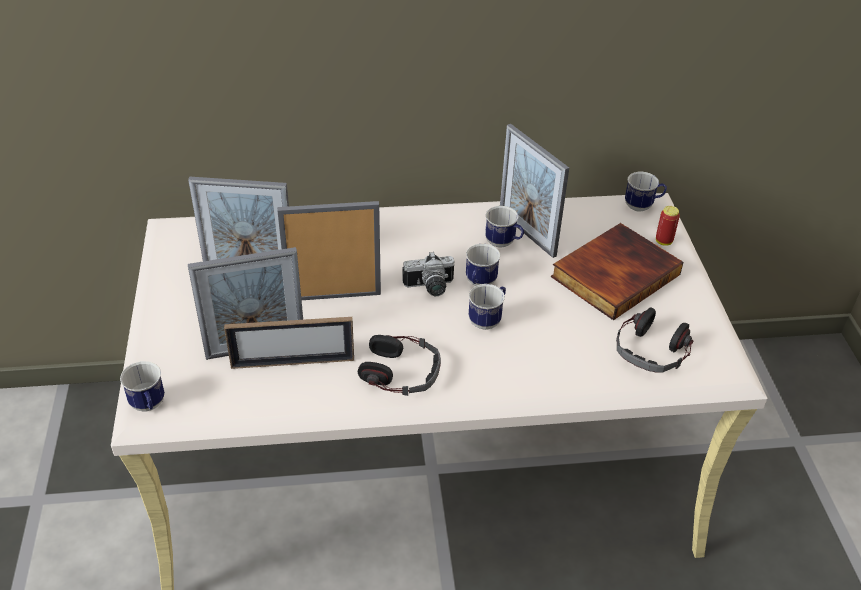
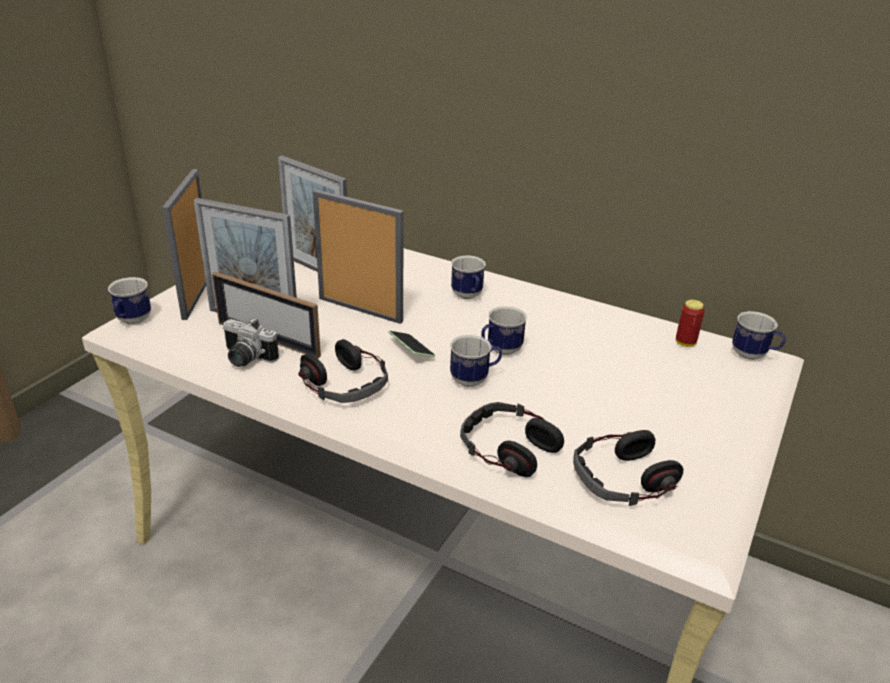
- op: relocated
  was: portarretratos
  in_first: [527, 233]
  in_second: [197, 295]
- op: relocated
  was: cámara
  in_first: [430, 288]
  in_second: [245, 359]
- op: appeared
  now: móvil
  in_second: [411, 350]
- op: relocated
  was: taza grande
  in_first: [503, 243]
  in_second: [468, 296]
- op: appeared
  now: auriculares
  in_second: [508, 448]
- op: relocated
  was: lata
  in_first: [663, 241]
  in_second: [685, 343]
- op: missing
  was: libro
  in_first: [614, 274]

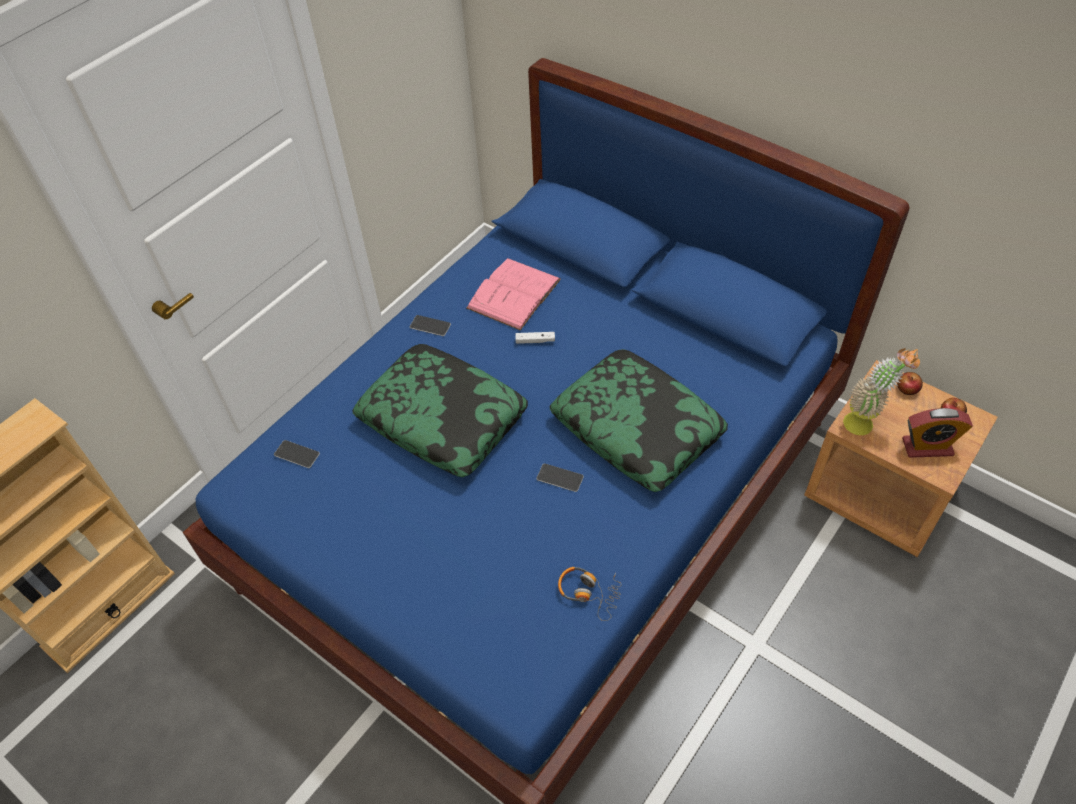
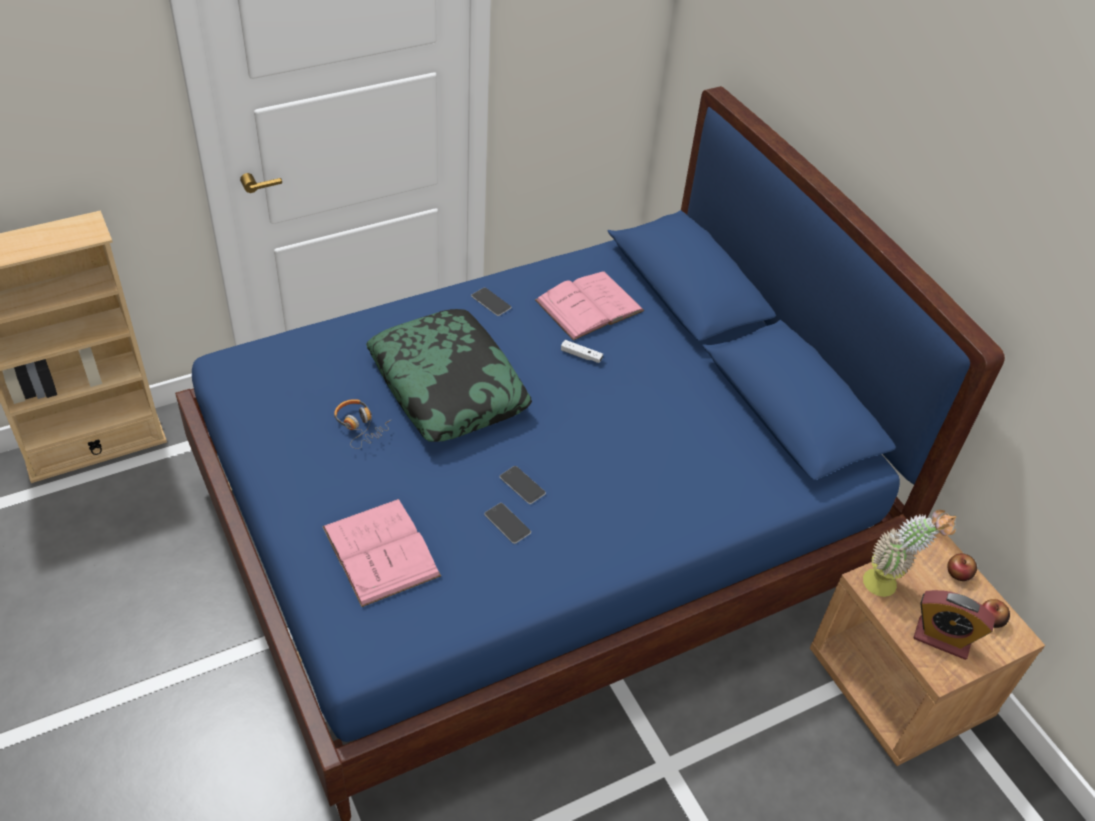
- op: appeared
  now: libro [rosa]
  in_second: [380, 551]
- op: relocated
  was: auriculares
  in_first: [589, 593]
  in_second: [359, 427]
- op: relocated
  was: móvil
  in_first: [296, 454]
  in_second: [507, 523]
- op: missing
  was: cojín
  in_first: [637, 428]

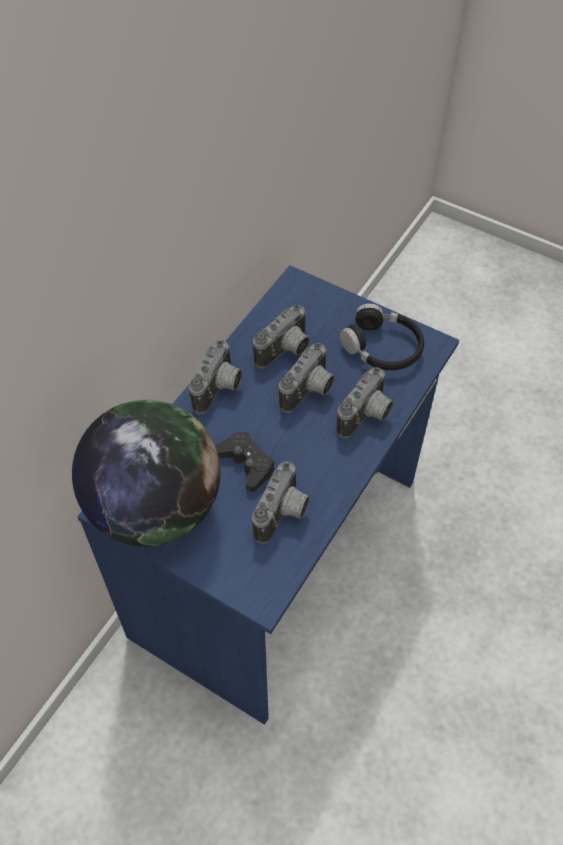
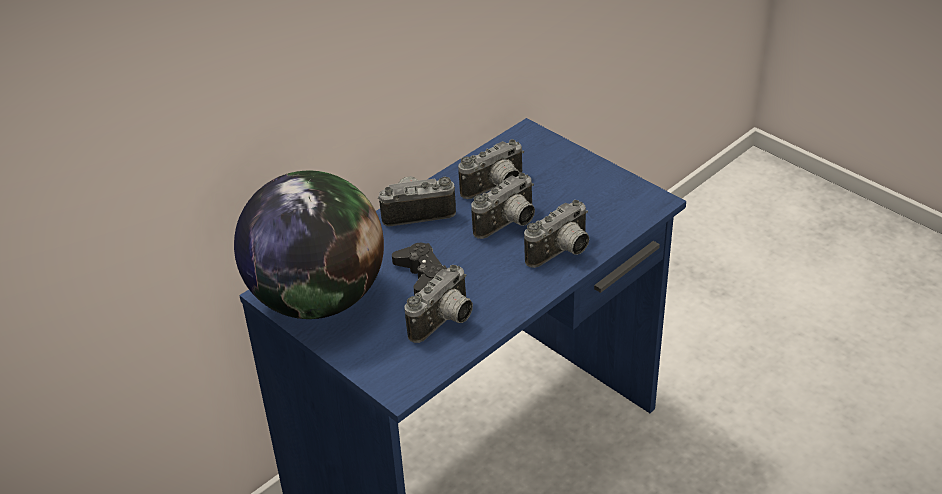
- op: spun
  was: cámara
  in_first: [220, 390]
  in_second: [417, 211]
  clockwise: -135
- op: missing
  was: auriculares [negro]
  in_first: [382, 347]

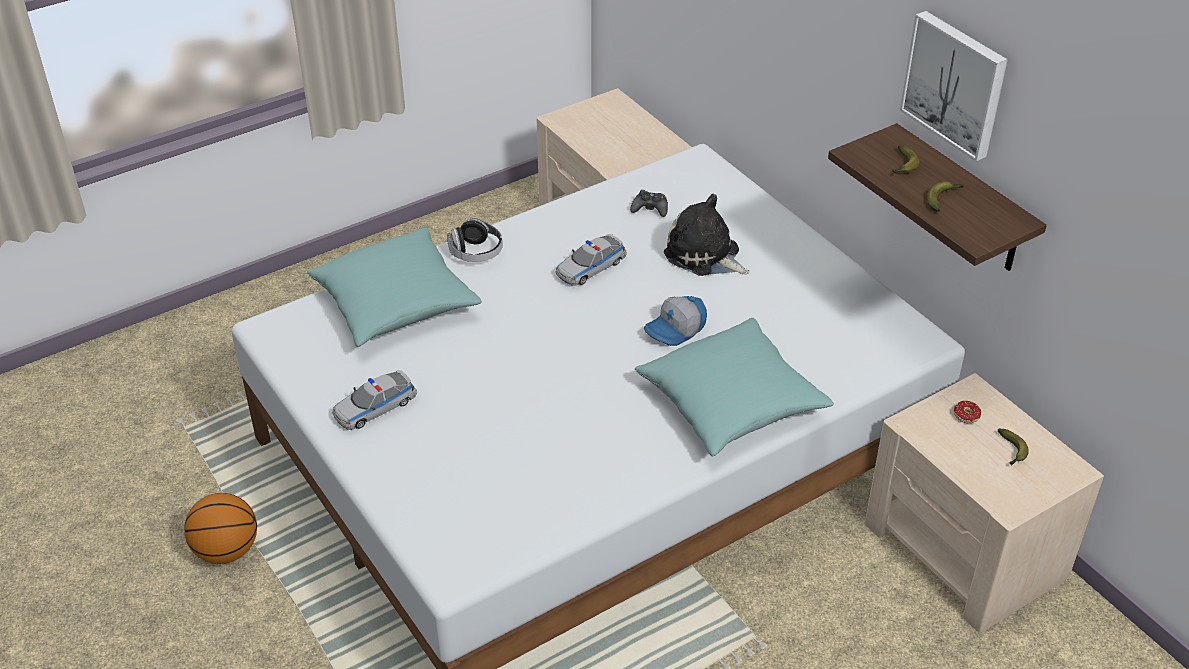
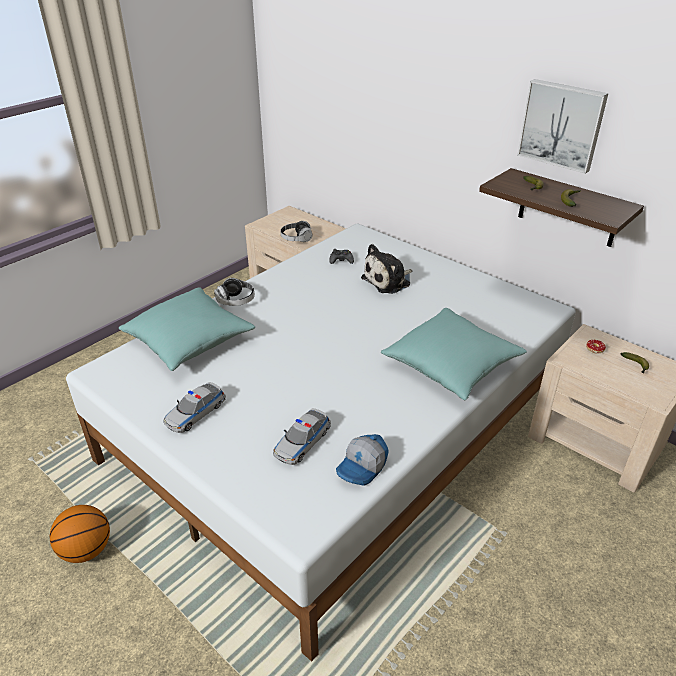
- op: relocated
  was: coche de juguete
  in_first: [591, 267]
  in_second: [302, 442]
- op: appeared
  now: auriculares
  in_second: [296, 239]
- op: relocated
  was: gorra
  in_first: [676, 330]
  in_second: [363, 467]
- op: spun
  was: peluche
  in_first: [705, 256]
  in_second: [388, 281]
  clockwise: -60

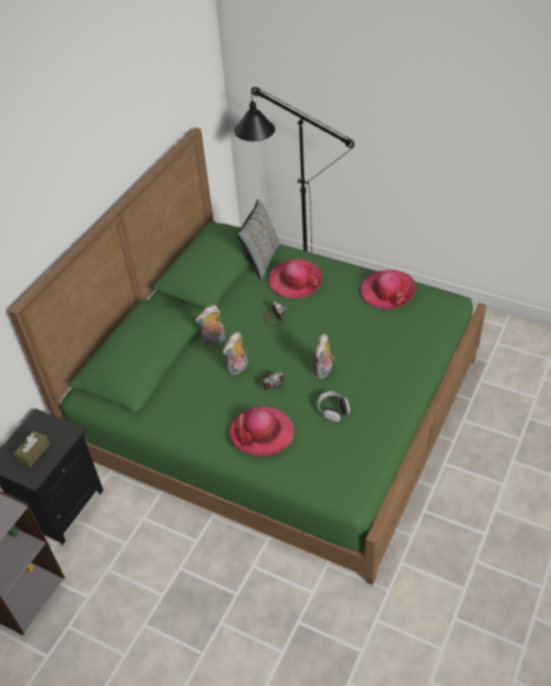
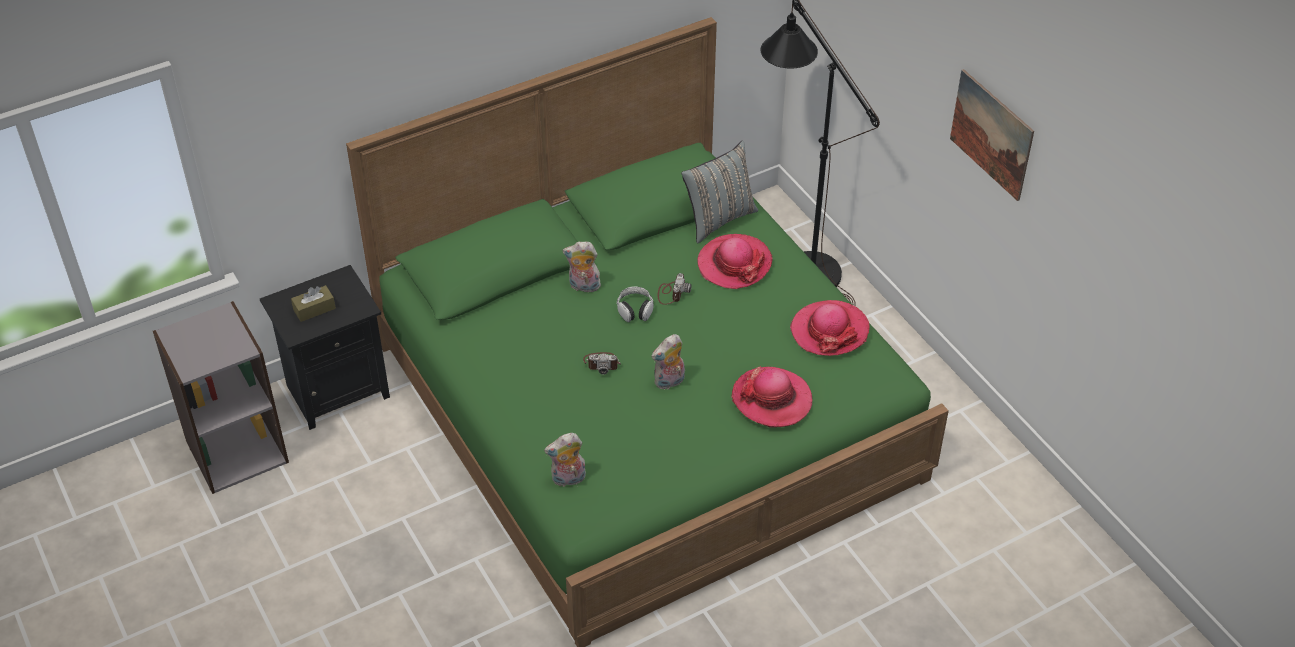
- op: relocated
  was: peluche
  in_first: [238, 369]
  in_second: [568, 479]
- op: relocated
  was: auriculares
  in_first: [333, 410]
  in_second: [635, 310]
- op: relocated
  was: sombrero
  in_first: [262, 433]
  in_second: [772, 399]
- op: appeared
  now: cuadro
  in_second: [991, 134]

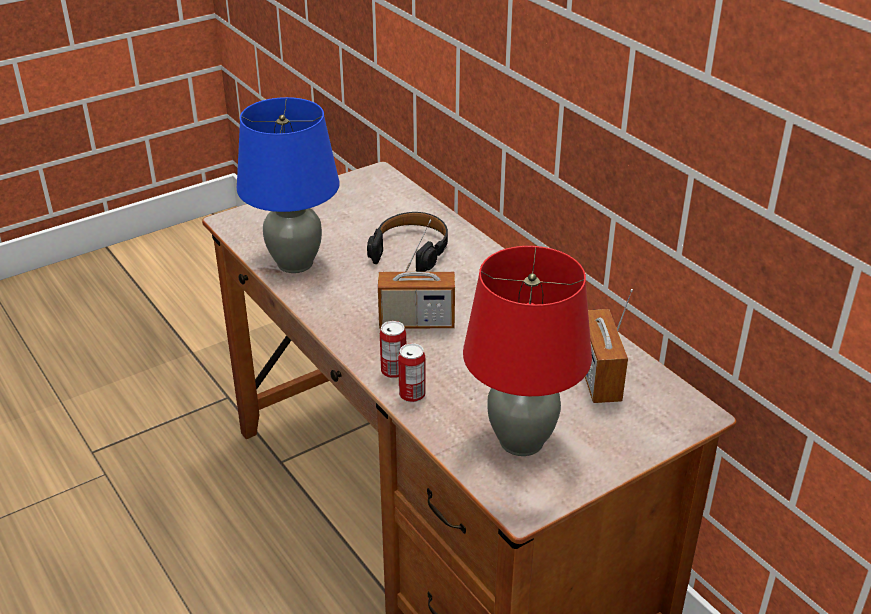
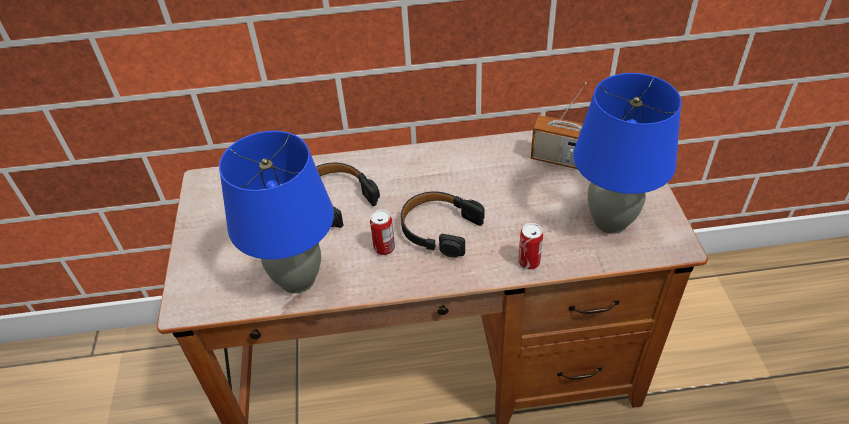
- op: relocated
  was: lata
  in_first: [393, 371]
  in_second: [384, 248]
- op: exchanged
  was: radio
  now: auriculares [negro]
  in_first: [416, 322]
  in_second: [439, 229]
- op: colour
  was: lámpara de mesa [rojo]
  now: lámpara de mesa [azul]
  in_first: [521, 441]
  in_second: [611, 221]

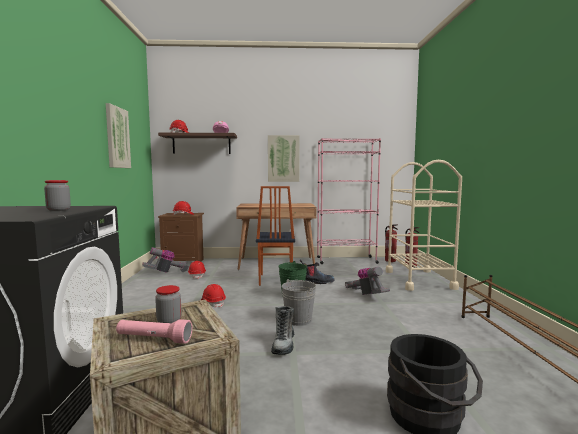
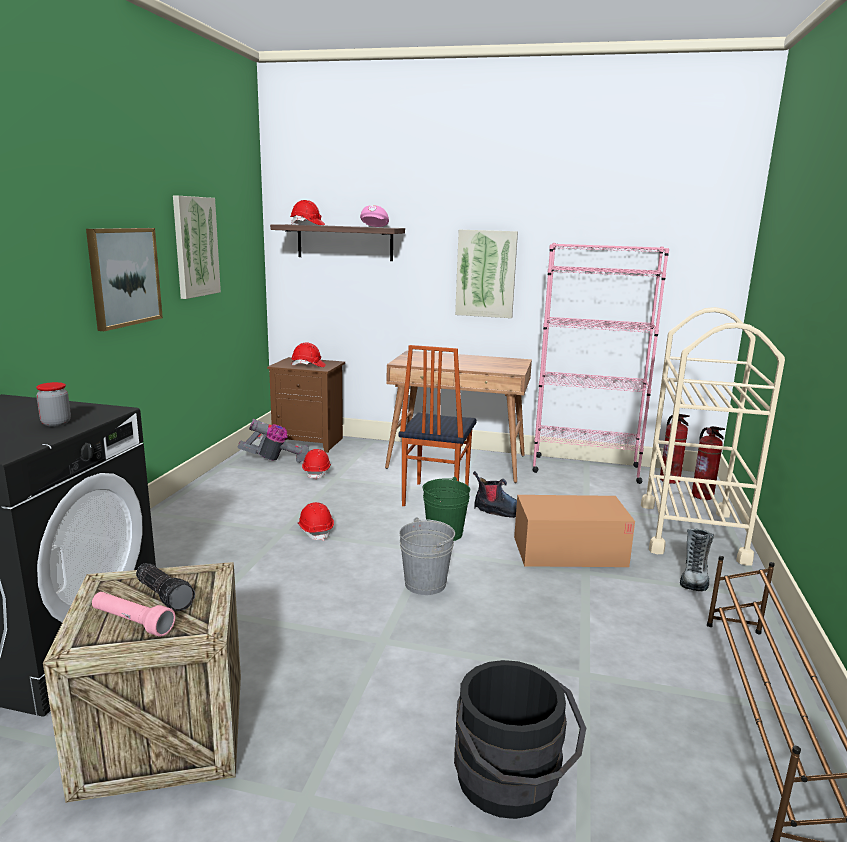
- op: appeared
  now: cuadro
  in_second: [124, 277]
- op: exchanged
  was: tarro
  now: linterna
  in_first: [169, 321]
  in_second: [166, 595]
- op: exchanged
  was: aspiradora
  now: caja de cartón
  in_first: [366, 295]
  in_second: [569, 551]
- op: relocated
  was: bota
  in_first: [283, 344]
  in_second: [694, 578]

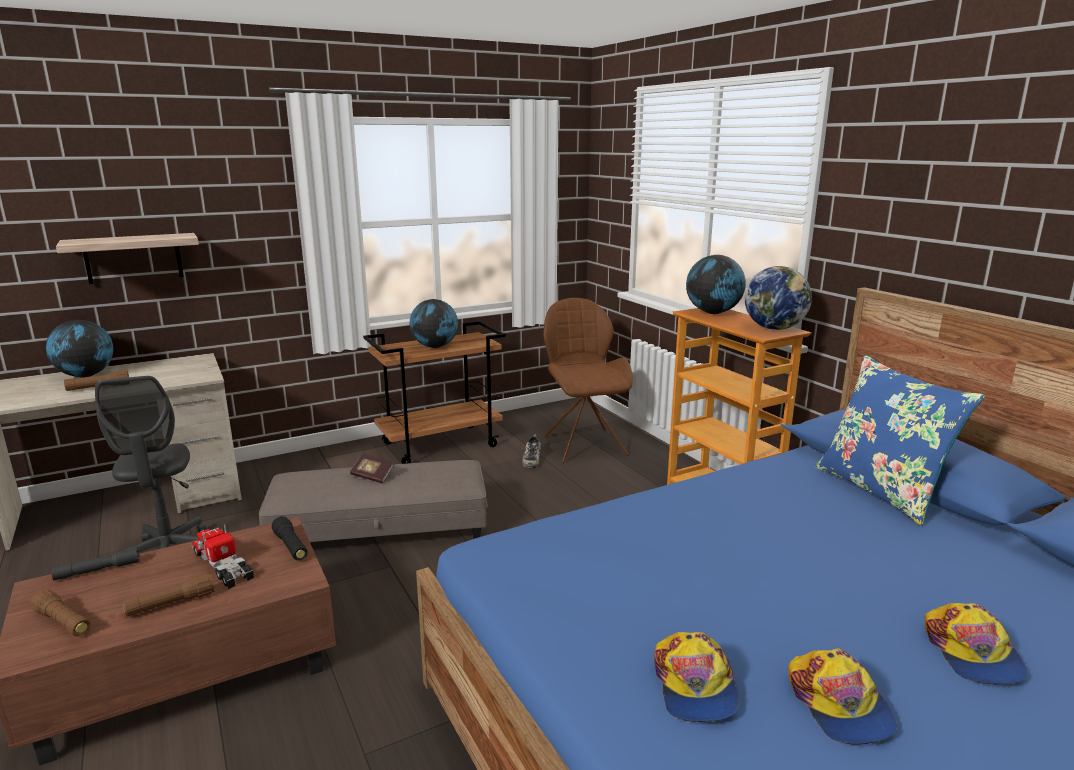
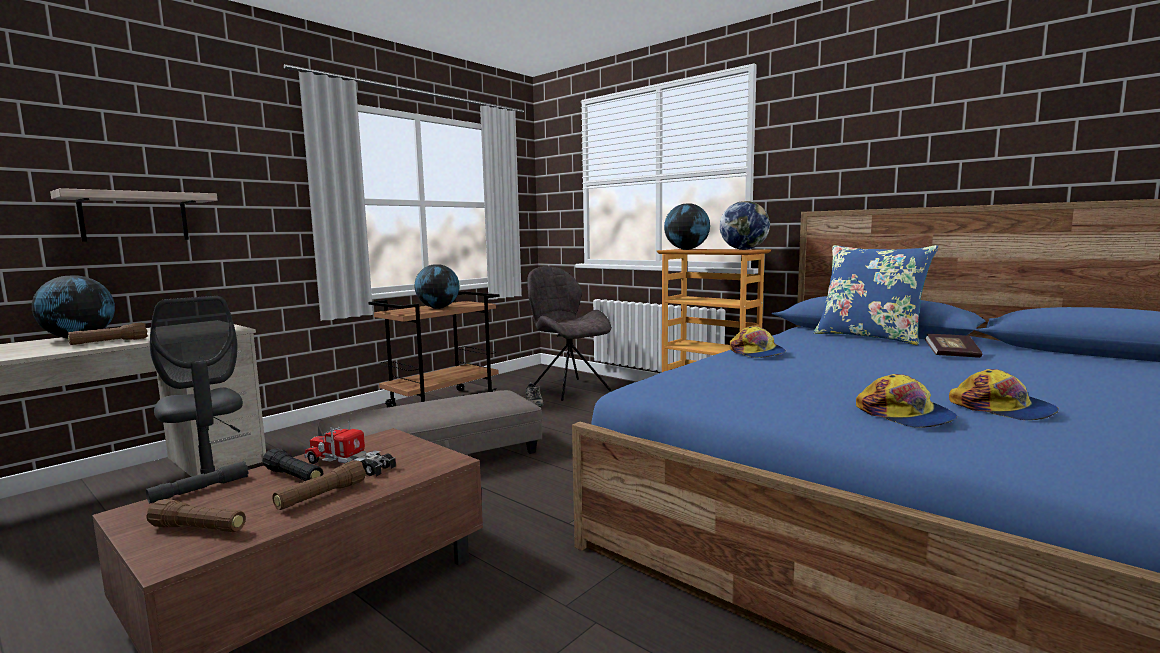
- op: relocated
  was: linterna [negro]
  in_first: [291, 546]
  in_second: [294, 477]
- op: colour
  was: silla [marrón]
  now: silla [gris]
  in_first: [583, 444]
  in_second: [568, 388]
- op: relocated
  was: gorra
  in_first: [972, 653]
  in_second: [757, 353]
- op: relocated
  was: libro
  in_first: [372, 476]
  in_second: [952, 355]

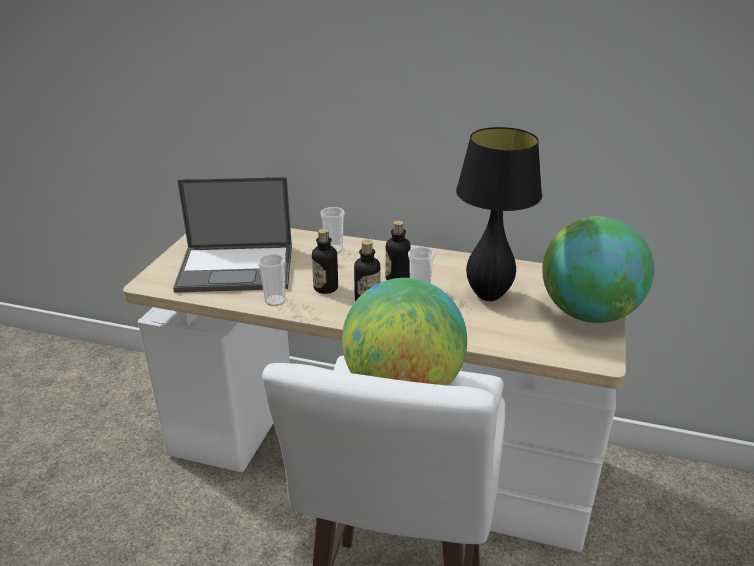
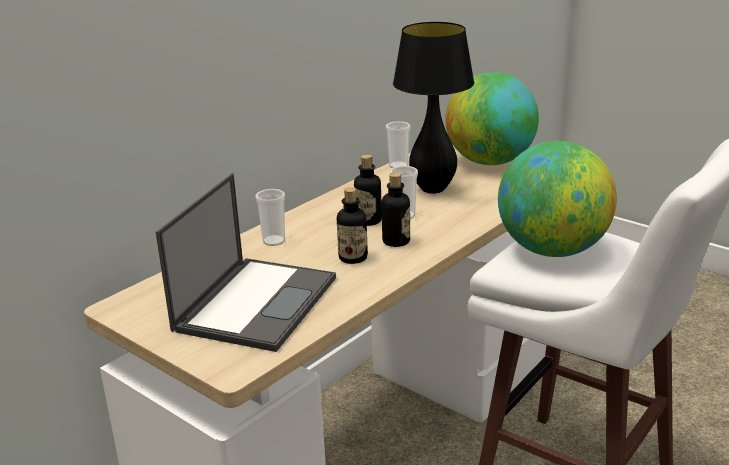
- op: relocated
  was: taza
  in_first: [275, 301]
  in_second: [398, 166]

